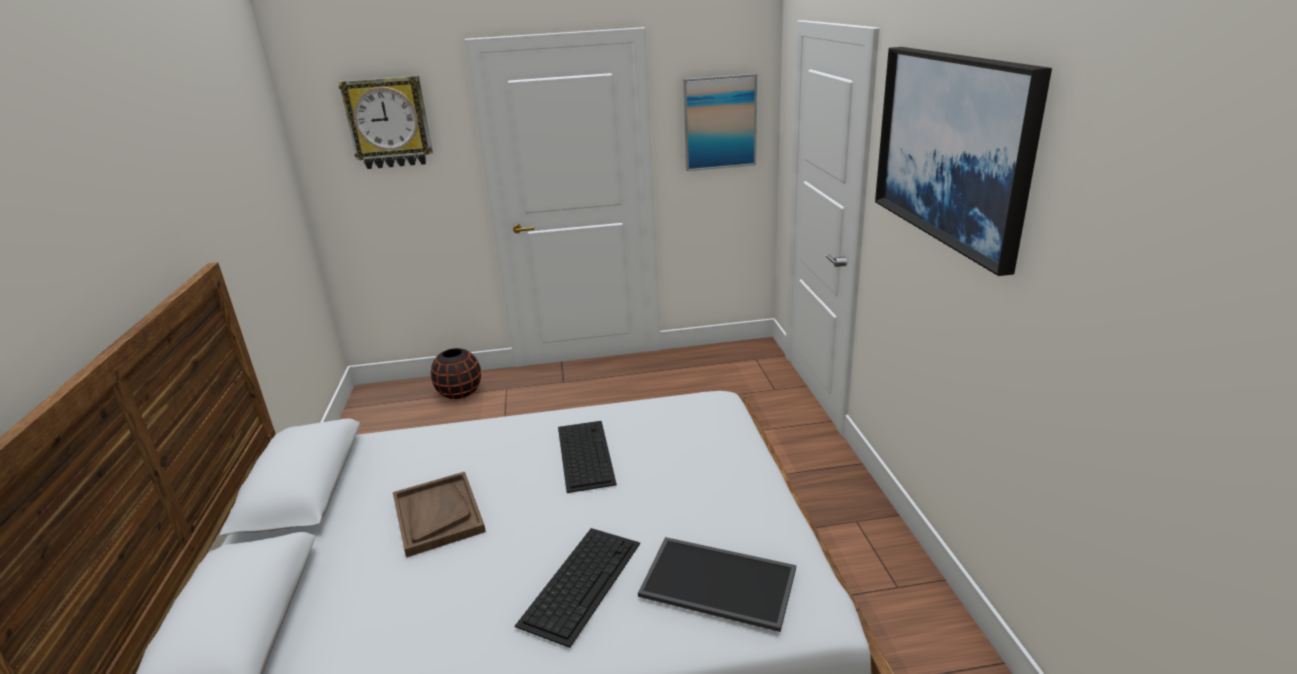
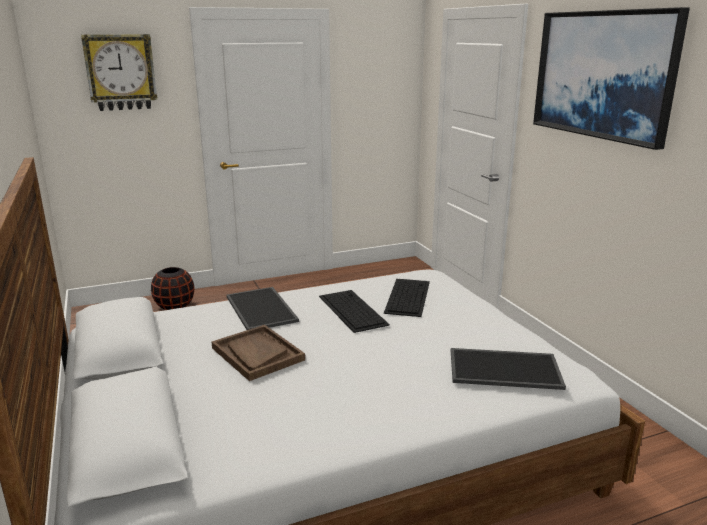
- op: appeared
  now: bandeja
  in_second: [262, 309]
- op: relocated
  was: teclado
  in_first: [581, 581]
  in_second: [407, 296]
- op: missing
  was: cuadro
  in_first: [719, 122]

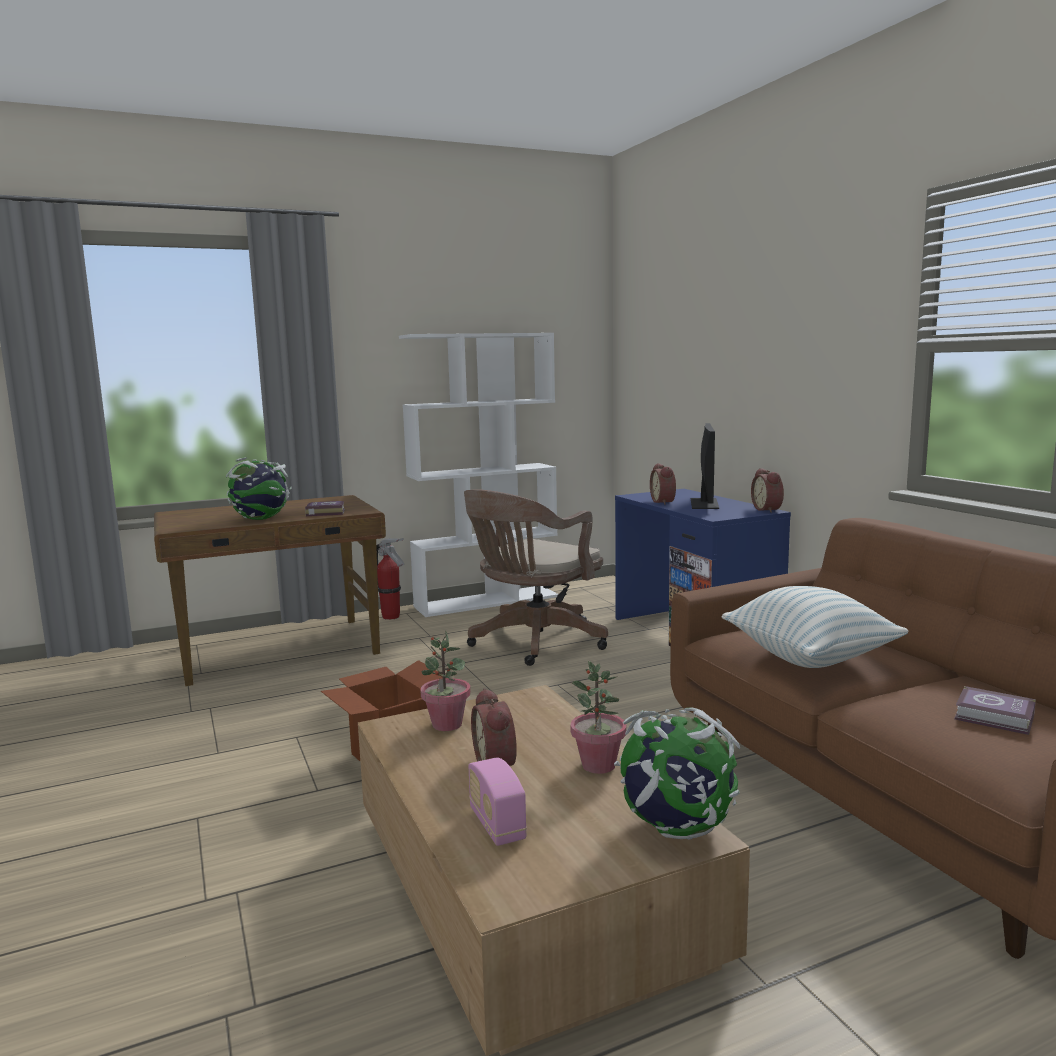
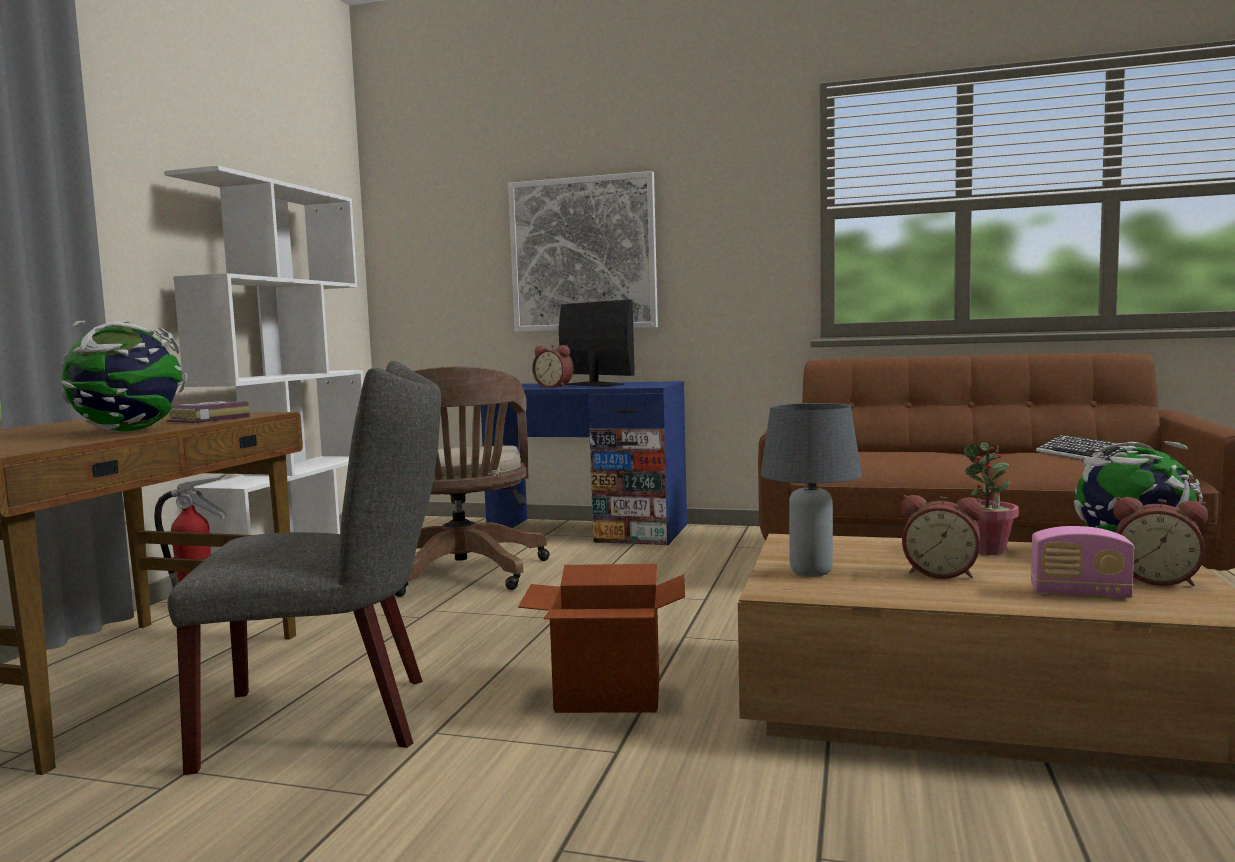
- op: appeared
  now: silla [gris]
  in_second: [334, 718]
- op: appeared
  now: cuadro
  in_second: [583, 254]
- op: exchanged
  was: planta en maceta
  now: lámpara de mesa [gris]
  in_first: [446, 724]
  in_second: [812, 572]
- op: exchanged
  was: libro
  now: teclado
  in_first: [996, 718]
  in_second: [1083, 456]
- op: relocated
  was: despertador
  in_first: [768, 509]
  in_second: [1156, 580]
- op: missing
  was: cojín
  in_first: [809, 658]

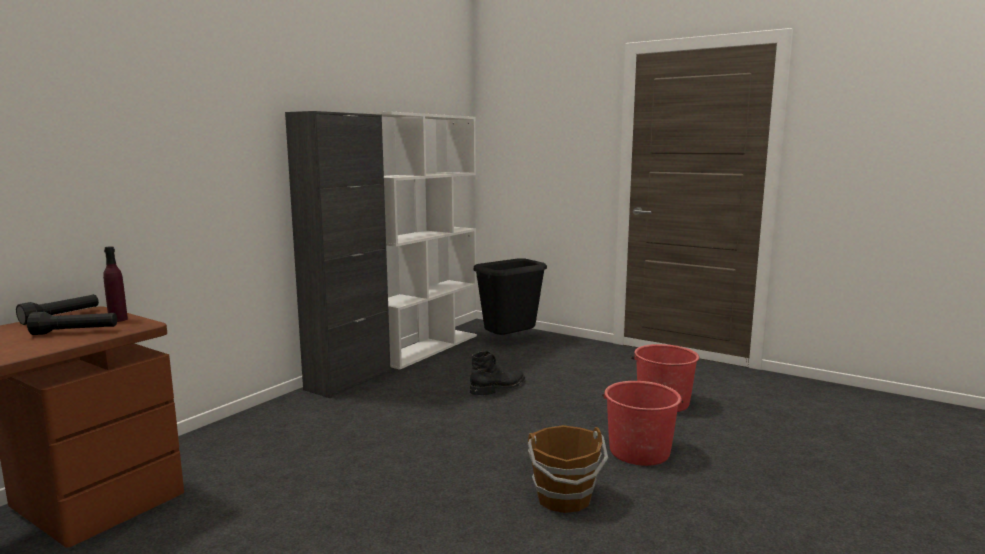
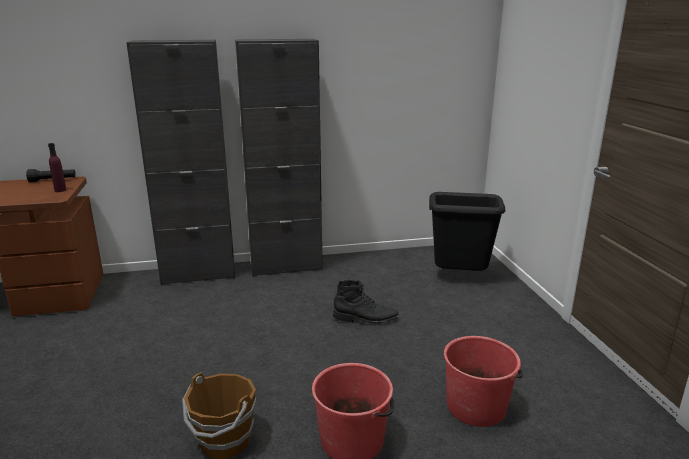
- op: appeared
  now: armario [negro]
  in_second: [198, 274]
- op: missing
  was: linterna [negro]
  in_first: [75, 332]
- op: missing
  was: estantería [blanco]
  in_first: [427, 348]

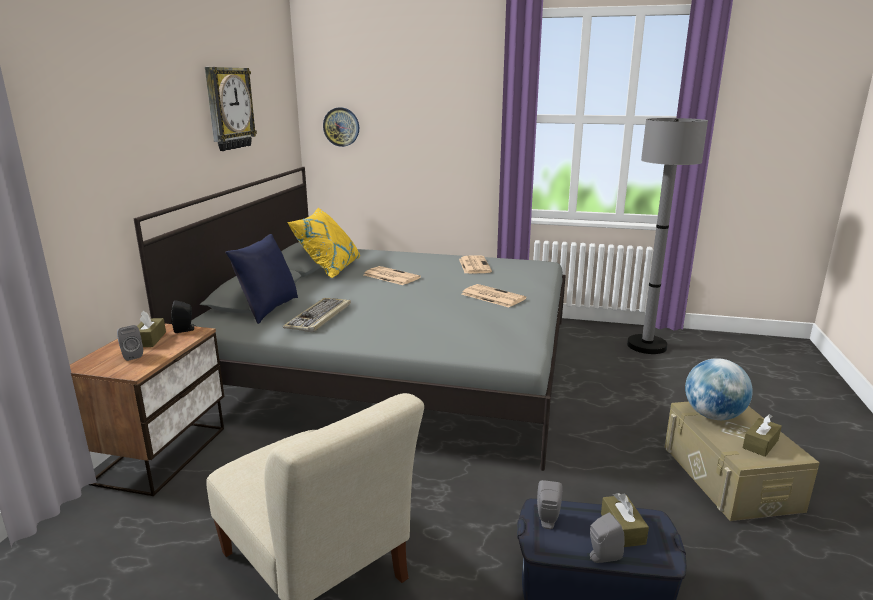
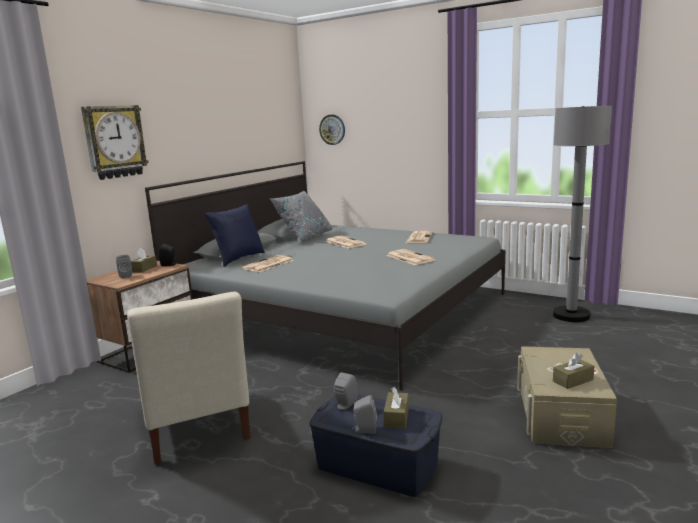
- op: relocated
  was: reloj de pared
  in_first: [228, 108]
  in_second: [114, 142]
- op: exchanged
  was: teclado
  now: periódico
  in_first: [319, 317]
  in_second: [267, 264]
- op: colour
  was: cojín [amarillo]
  now: cojín [gris]
  in_first: [328, 269]
  in_second: [304, 237]
- op: missing
  was: globo terráqueo
  in_first: [713, 416]

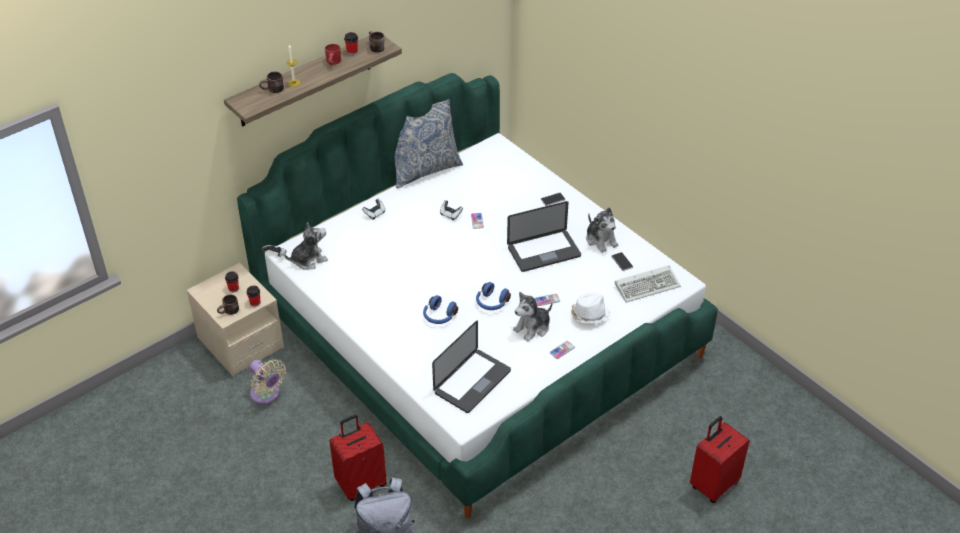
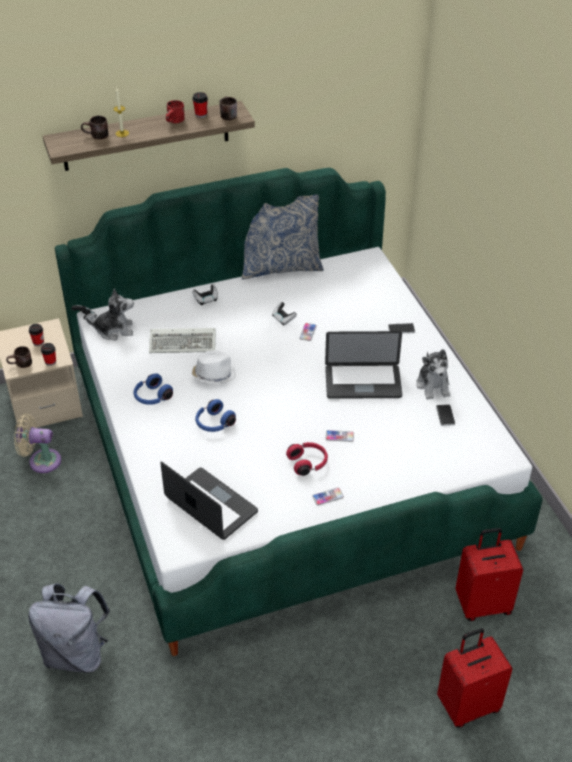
- op: spun
  was: ventilador [beis]
  in_first: [267, 395]
  in_second: [41, 460]
  clockwise: 120
- op: relocated
  was: auriculares [azul]
  in_first: [491, 303]
  in_second: [152, 397]
- op: relocated
  was: teclado
  in_first: [648, 285]
  in_second: [184, 343]
- op: spun
  was: portátil
  in_first: [472, 382]
  in_second: [211, 505]
  clockwise: -105
- op: relocated
  was: sombrero [blanco]
  in_first: [589, 315]
  in_second: [213, 375]
- op: exchanged
  was: peluche
  now: auriculares [rojo]
  in_first: [533, 328]
  in_second: [308, 463]
- op: relocated
  was: maleta [rojo]
  in_first: [361, 483]
  in_second: [482, 604]

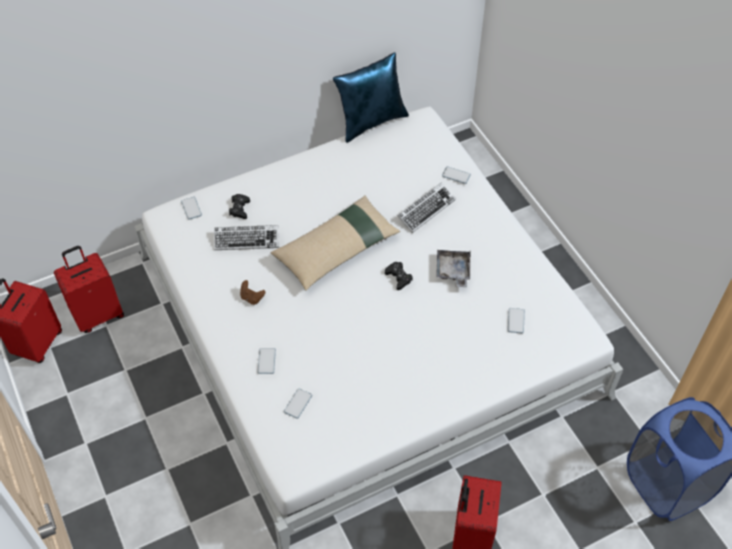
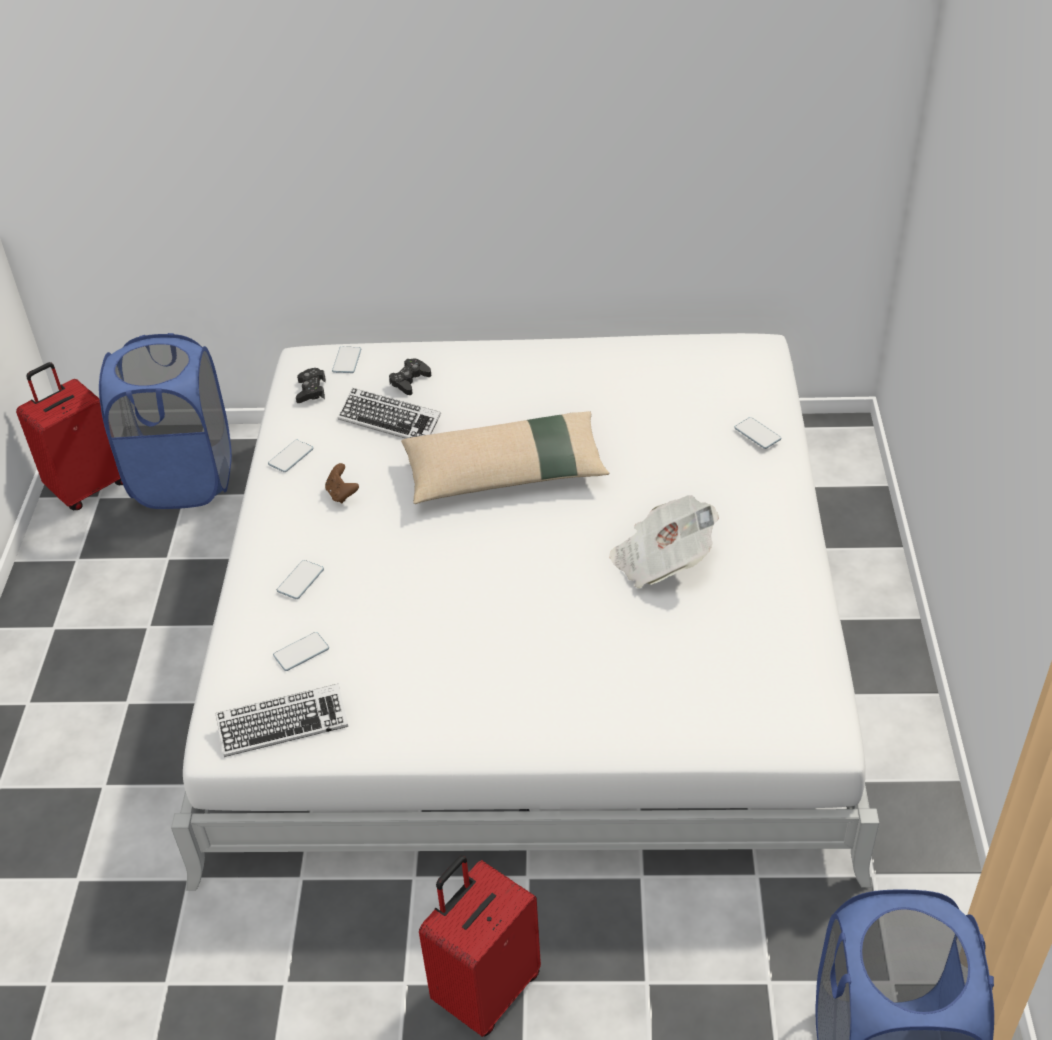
- op: exchanged
  was: maleta [rojo]
  now: cesto de la ropa [azul]
  in_first: [98, 314]
  in_second: [184, 479]
- op: relocated
  was: teclado
  in_first: [426, 210]
  in_second: [283, 725]
- op: relocated
  was: móvil
  in_first: [516, 321]
  in_second: [291, 457]
- op: relocated
  was: mando de consola [negro]
  in_first: [398, 277]
  in_second: [311, 390]
- op: exchanged
  was: bandeja [gris]
  now: periódico
  in_first: [453, 271]
  in_second: [661, 560]
- op: missing
  was: cojín [azul]
  in_first: [371, 121]

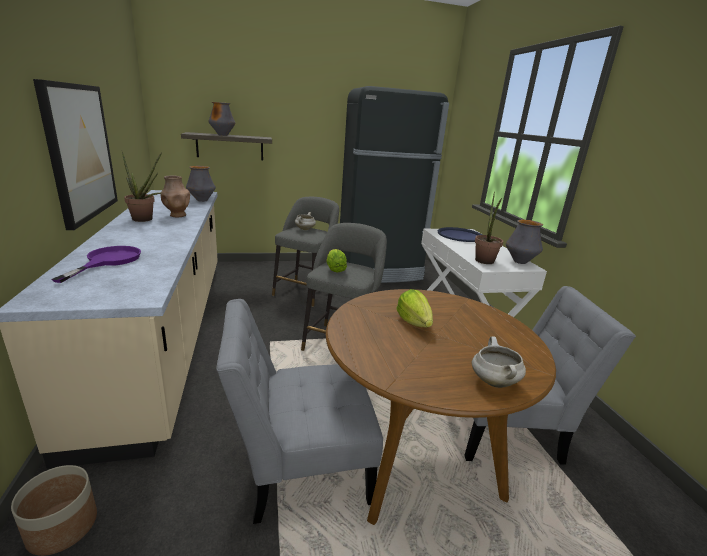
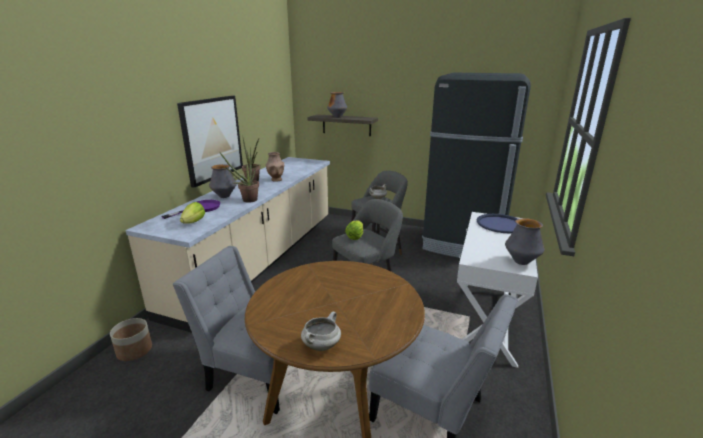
- op: relocated
  was: lechuga
  in_first: [414, 322]
  in_second: [194, 222]
- op: relocated
  was: florero
  in_first: [202, 200]
  in_second: [224, 196]
- op: relocated
  was: planta en maceta
  in_first: [484, 262]
  in_second: [247, 200]

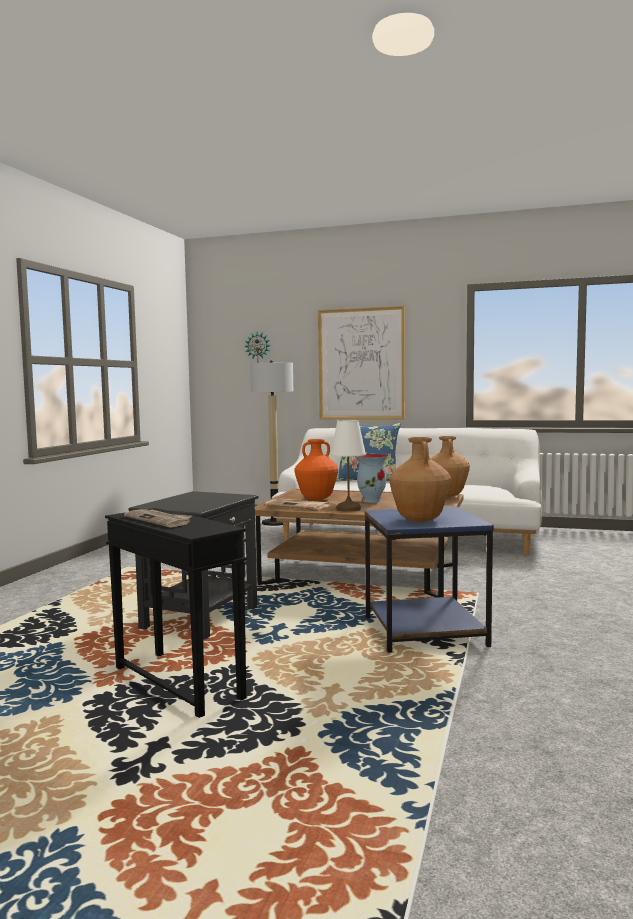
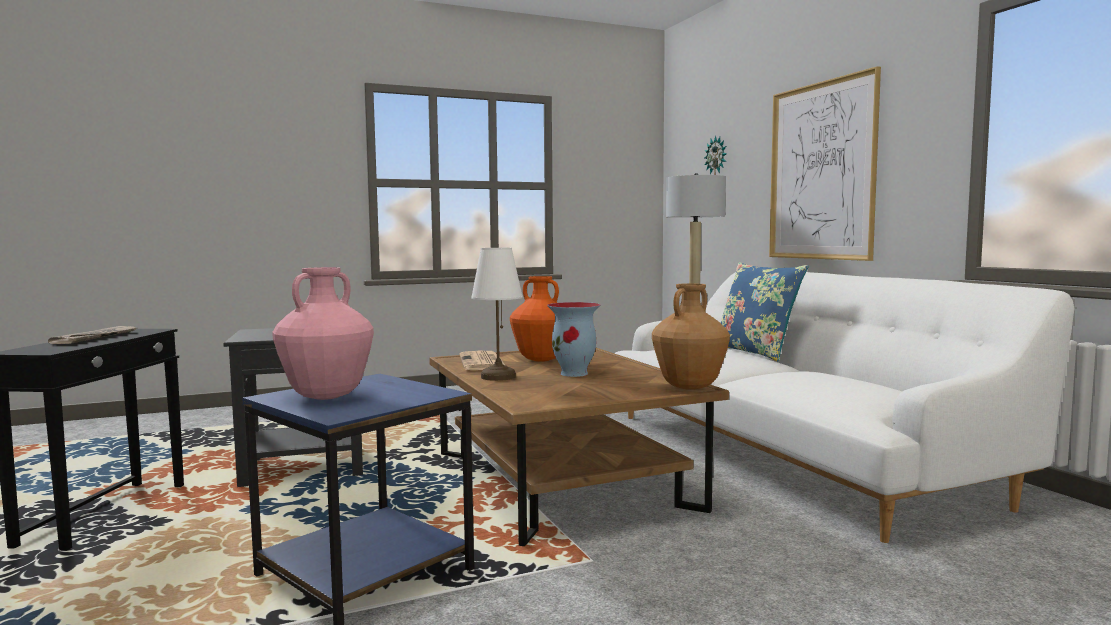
- op: colour
  was: florero [marrón]
  now: florero [rosa]
  in_first: [419, 520]
  in_second: [327, 396]

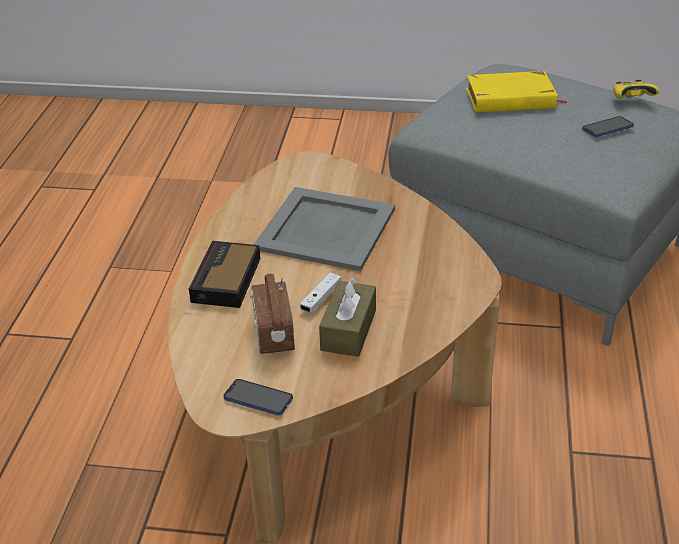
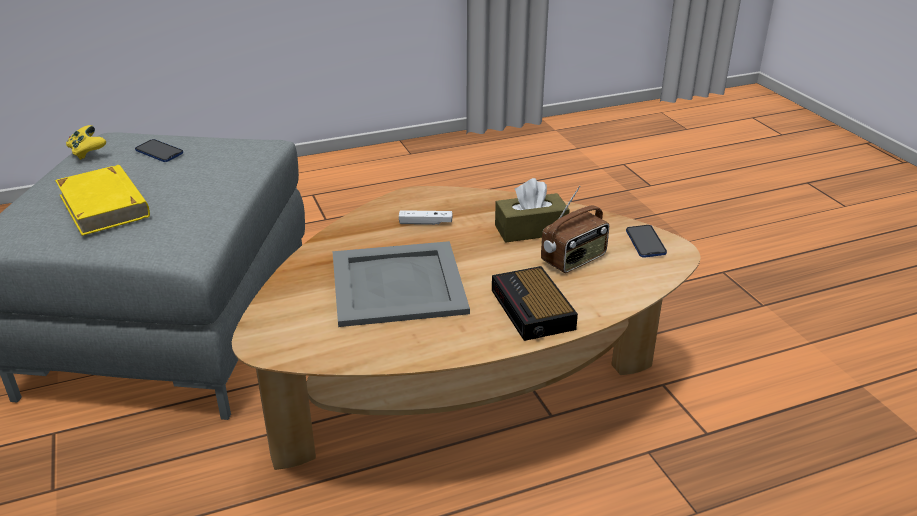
- op: relocated
  was: mando de consola [blanco]
  in_first: [321, 298]
  in_second: [425, 223]
- op: spun
  was: despertador
  in_first: [225, 281]
  in_second: [533, 311]
  clockwise: 90

